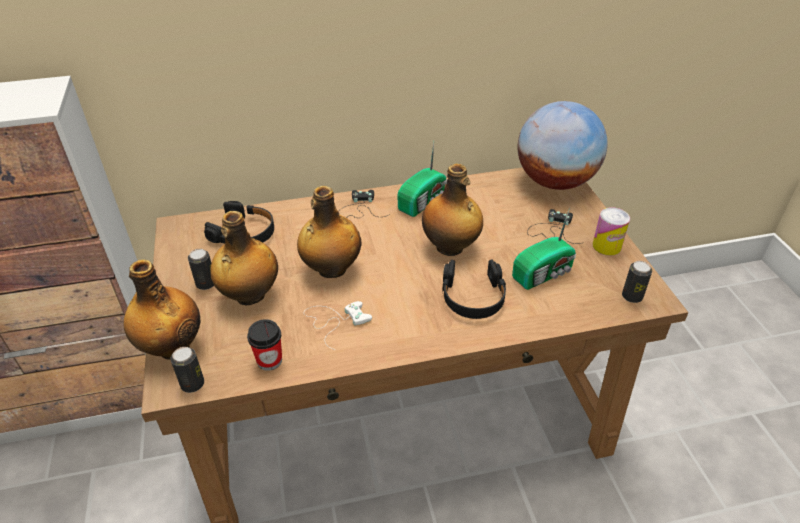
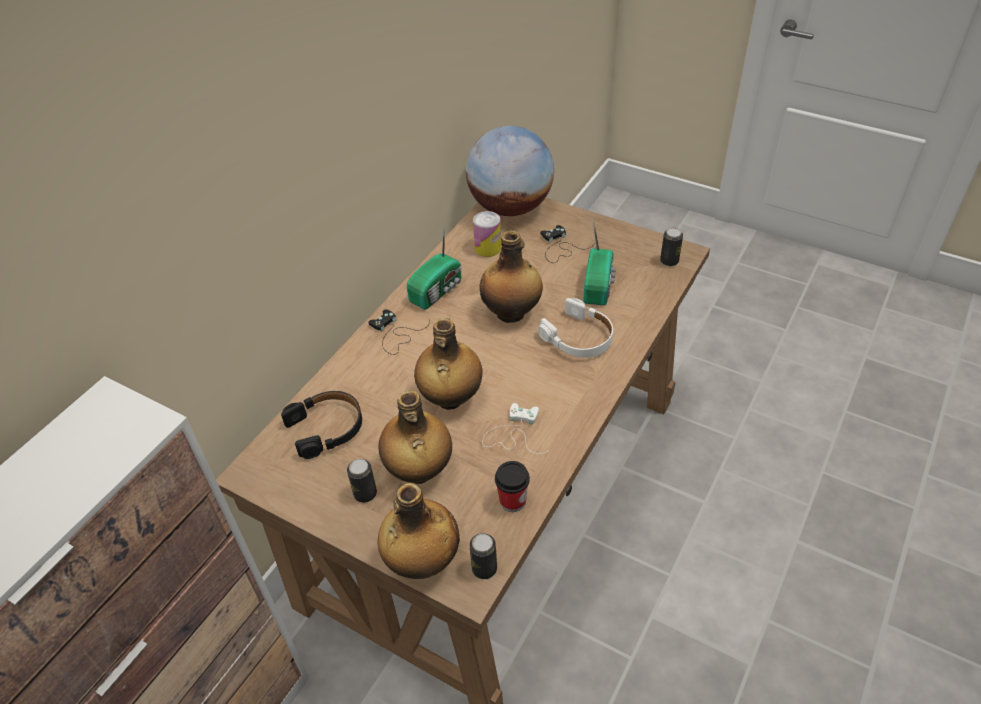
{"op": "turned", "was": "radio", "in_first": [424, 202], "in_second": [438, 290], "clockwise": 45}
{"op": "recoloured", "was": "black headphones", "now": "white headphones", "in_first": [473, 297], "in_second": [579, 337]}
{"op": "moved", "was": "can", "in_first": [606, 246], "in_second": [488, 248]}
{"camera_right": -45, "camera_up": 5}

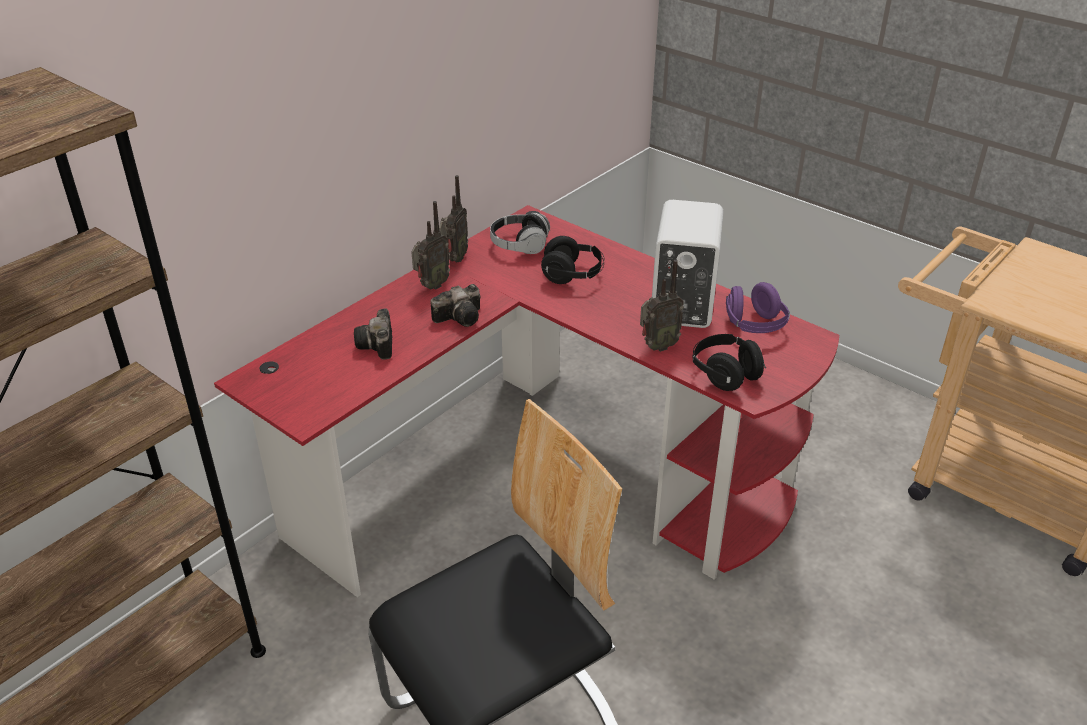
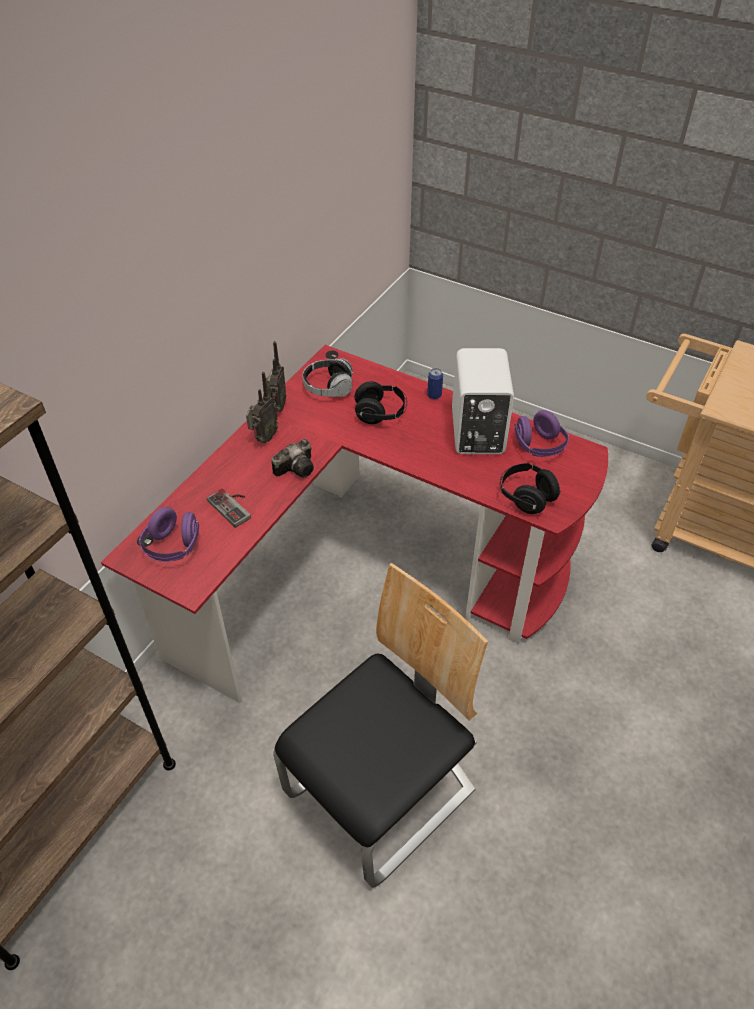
{"op": "replaced", "was": "photo camera", "now": "game controller", "in_first": [378, 346], "in_second": [233, 506]}
{"op": "removed", "was": "radio", "in_first": [657, 346]}
{"op": "added", "now": "purple headphones", "in_second": [173, 547]}
{"op": "added", "now": "can", "in_second": [434, 395]}
{"camera_right": -10, "camera_up": 10}

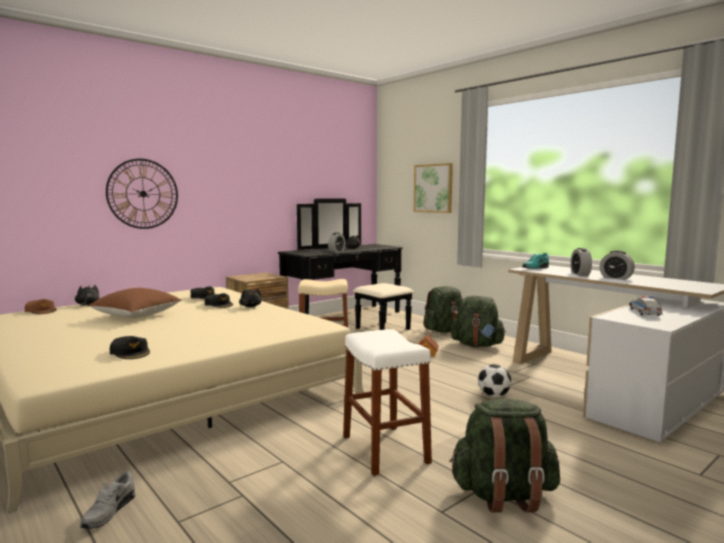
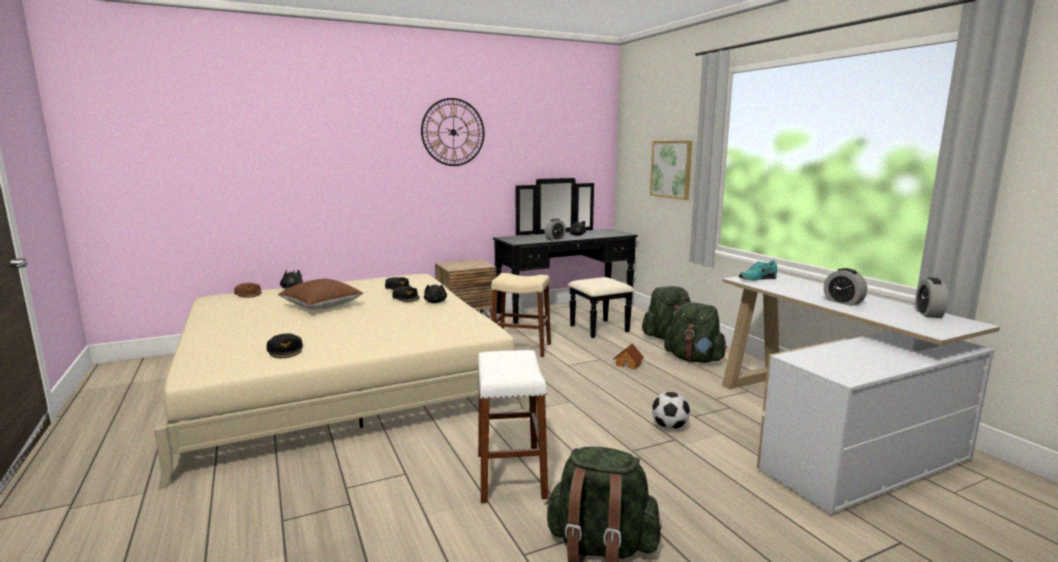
{"op": "removed", "was": "grey shoe", "in_first": [108, 512]}
{"op": "moved", "was": "wall clock", "in_first": [143, 194], "in_second": [453, 132]}
{"op": "moved", "was": "alarm clock", "in_first": [580, 274], "in_second": [928, 314]}
{"op": "removed", "was": "toy car", "in_first": [644, 312]}
{"camera_right": 15, "camera_up": 5}

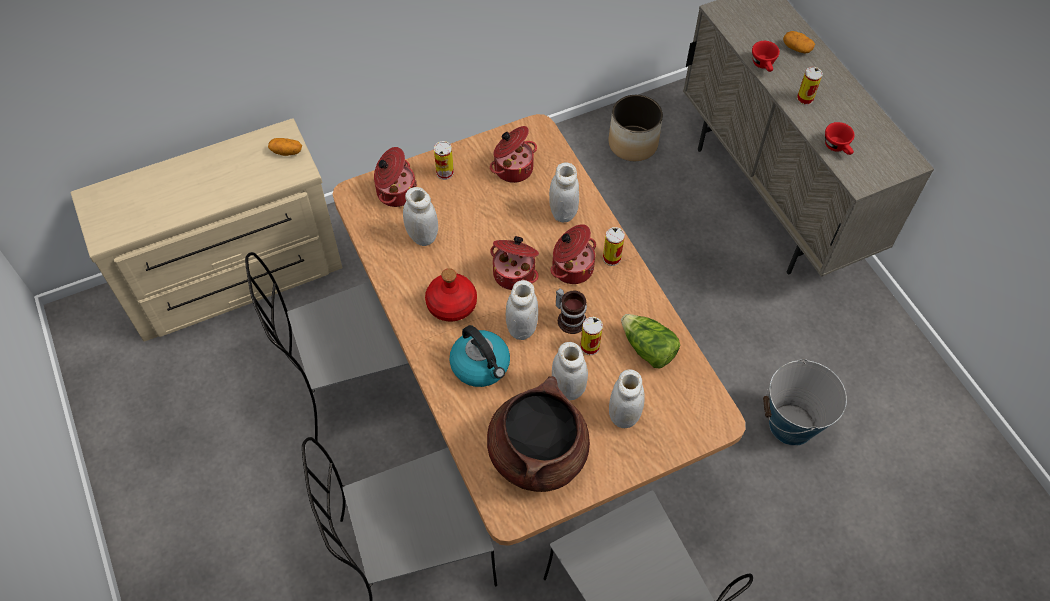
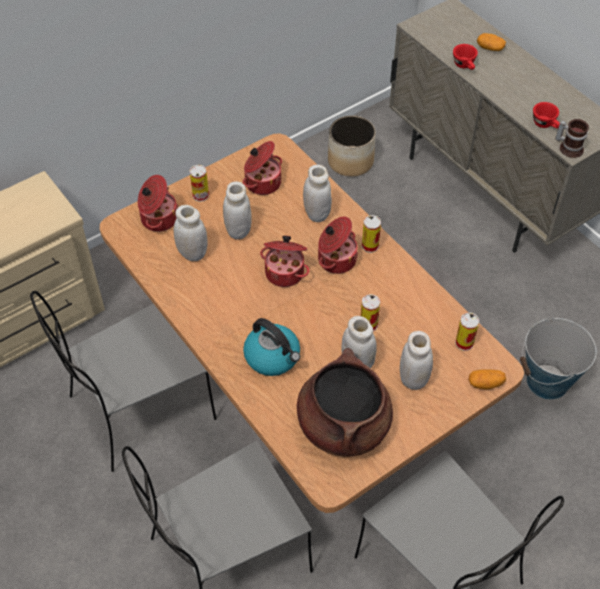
{"op": "moved", "was": "potato", "in_first": [286, 151], "in_second": [485, 383]}
{"op": "removed", "was": "red bottle", "in_first": [452, 304]}
{"op": "moved", "was": "white jar", "in_first": [521, 328], "in_second": [238, 231]}
{"op": "moved", "was": "mug", "in_first": [570, 318], "in_second": [569, 147]}
{"op": "removed", "was": "lettuce", "in_first": [647, 349]}
{"op": "moved", "was": "can", "in_first": [805, 99], "in_second": [464, 343]}
{"camera_right": -10, "camera_up": -5}

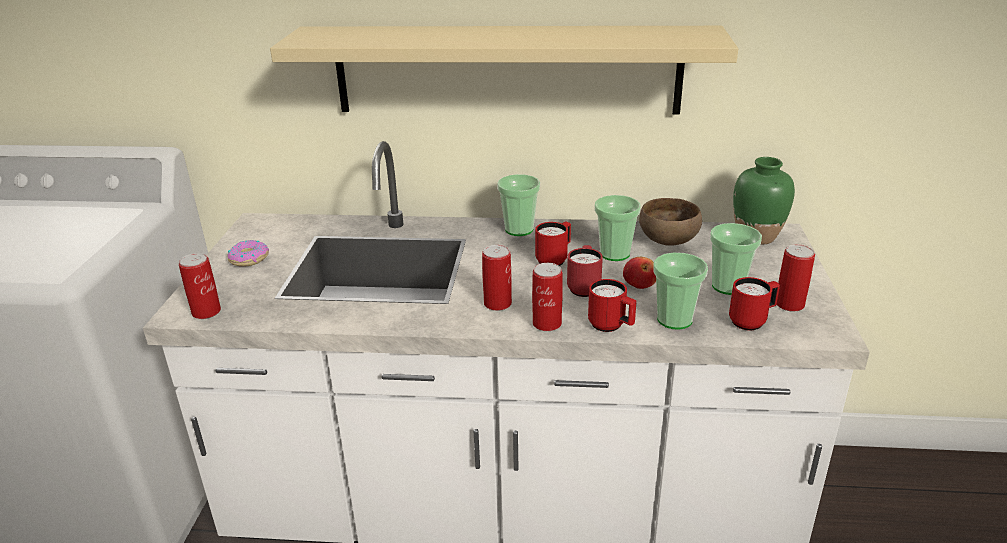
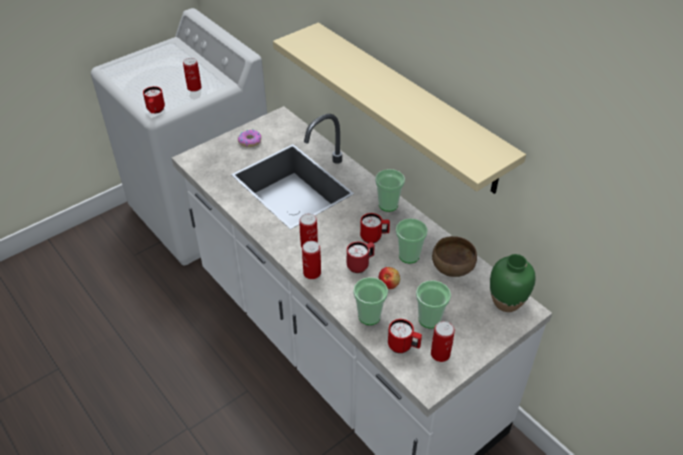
{"op": "moved", "was": "can", "in_first": [206, 312], "in_second": [194, 88]}
{"op": "moved", "was": "red mug", "in_first": [611, 326], "in_second": [155, 111]}
{"camera_right": 45, "camera_up": 15}

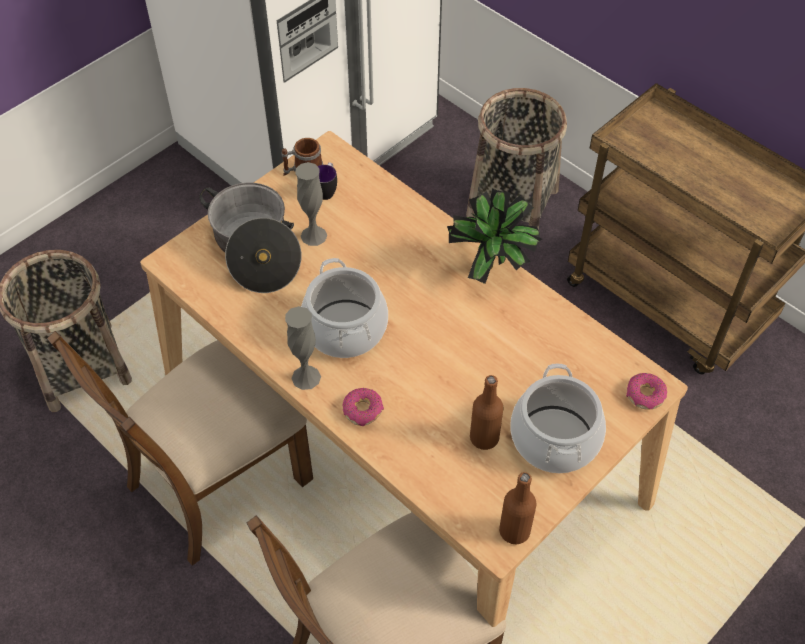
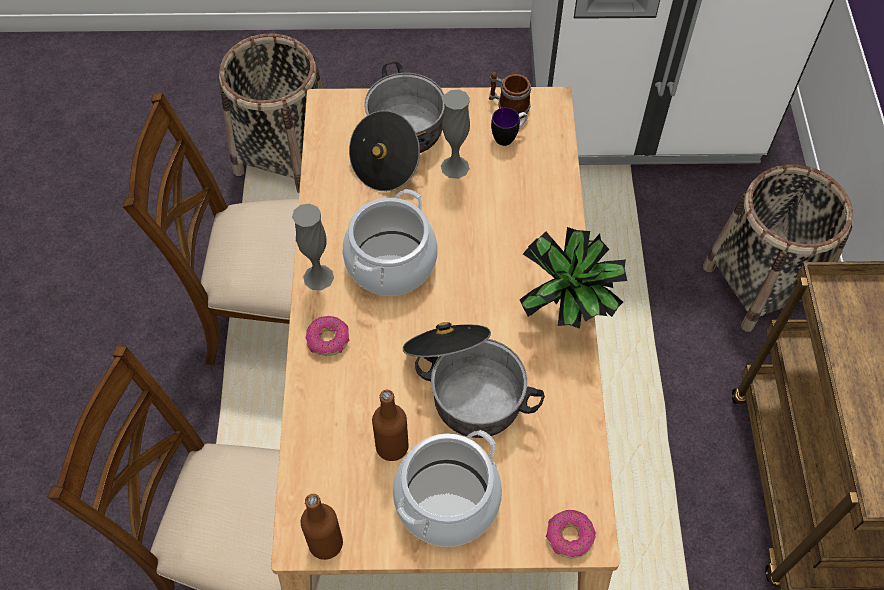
{"op": "added", "now": "cooking pot", "in_second": [466, 384]}
{"camera_right": 45, "camera_up": 5}

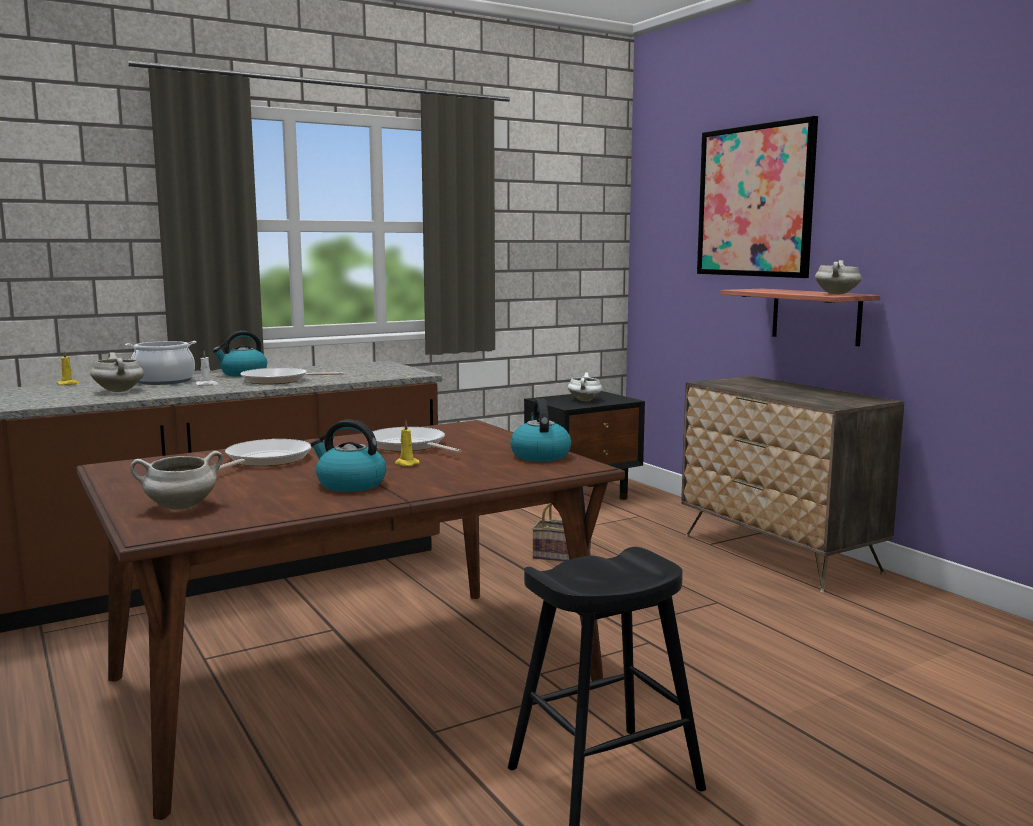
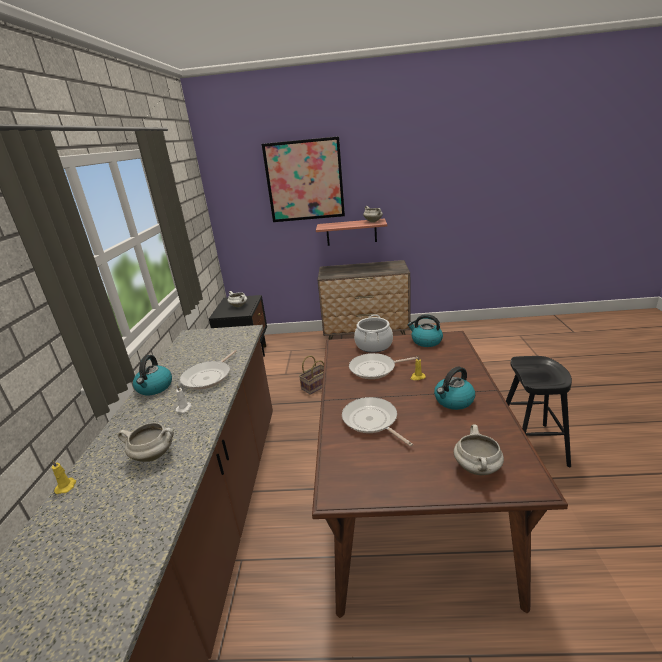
{"op": "moved", "was": "cooking pot", "in_first": [164, 381], "in_second": [374, 345]}
{"camera_right": -55, "camera_up": 15}

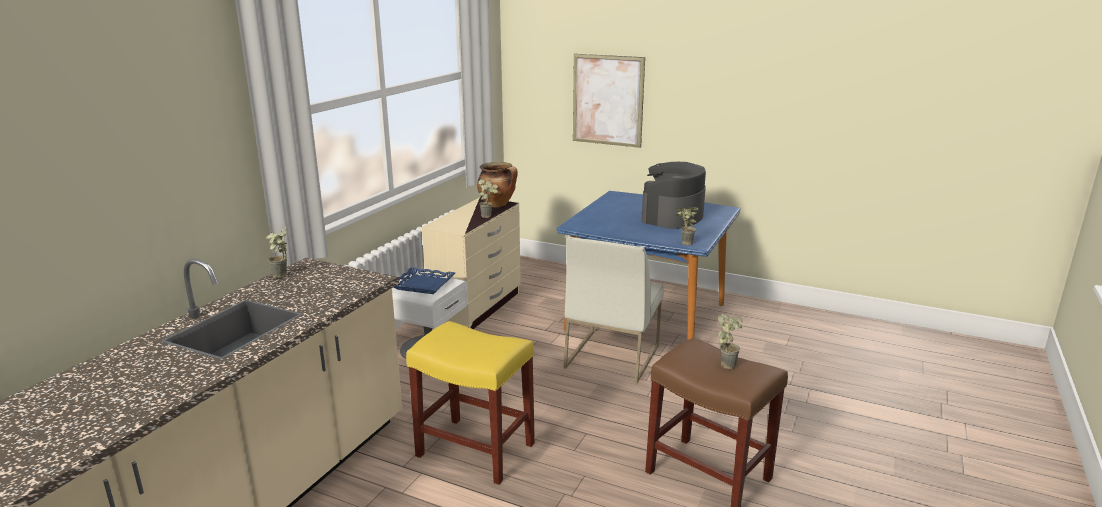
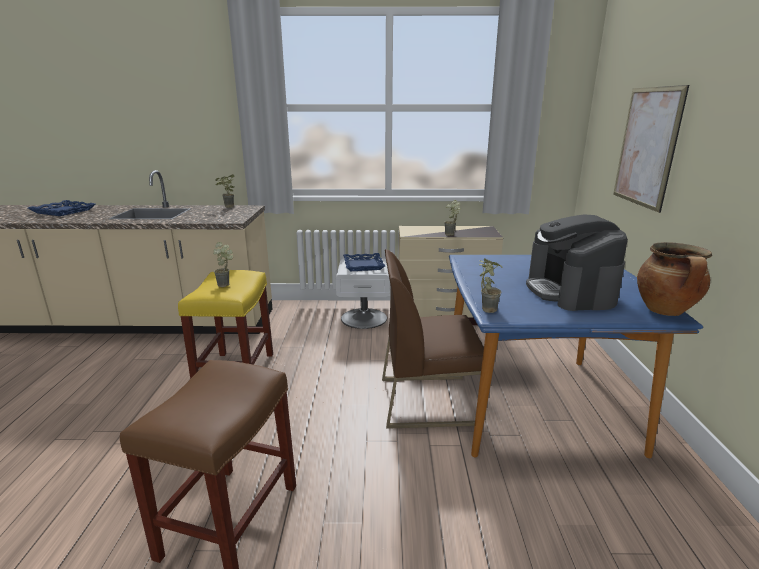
{"op": "moved", "was": "cooking pot", "in_first": [498, 205], "in_second": [666, 311]}
{"op": "recoloured", "was": "white chair", "now": "brown chair", "in_first": [612, 355], "in_second": [428, 400]}
{"op": "turned", "was": "coffee machine", "in_first": [672, 217], "in_second": [570, 291], "clockwise": -105}
{"op": "moved", "was": "potted plant", "in_first": [727, 363], "in_second": [227, 285]}
{"op": "added", "now": "blue tray", "in_second": [64, 211]}
{"camera_right": 65, "camera_up": 0}

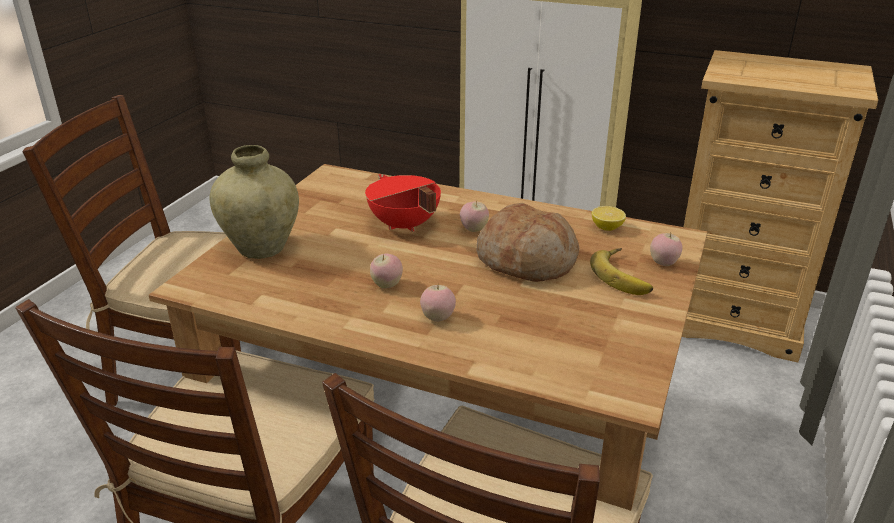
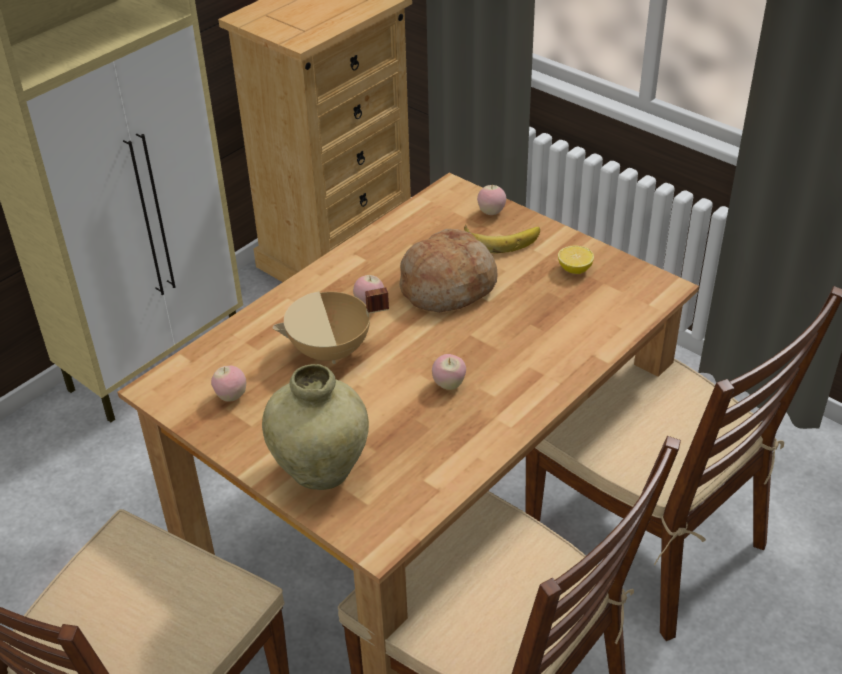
{"op": "recoloured", "was": "red cooking pot", "now": "beige cooking pot", "in_first": [403, 225], "in_second": [331, 351]}
{"op": "moved", "was": "apple", "in_first": [438, 318], "in_second": [231, 396]}
{"op": "moved", "was": "lemon", "in_first": [607, 227], "in_second": [574, 269]}
{"camera_right": -70, "camera_up": 10}

